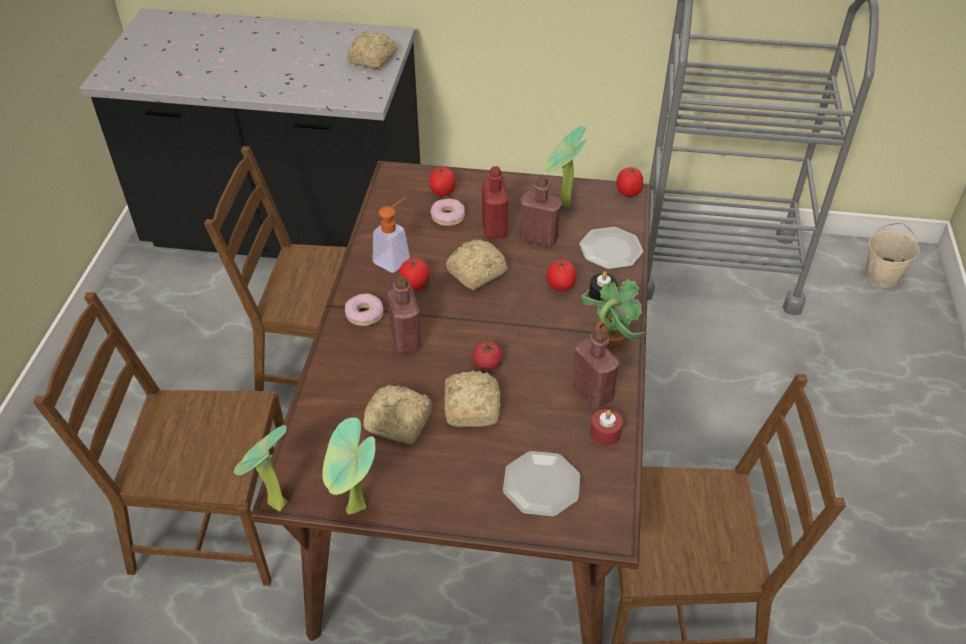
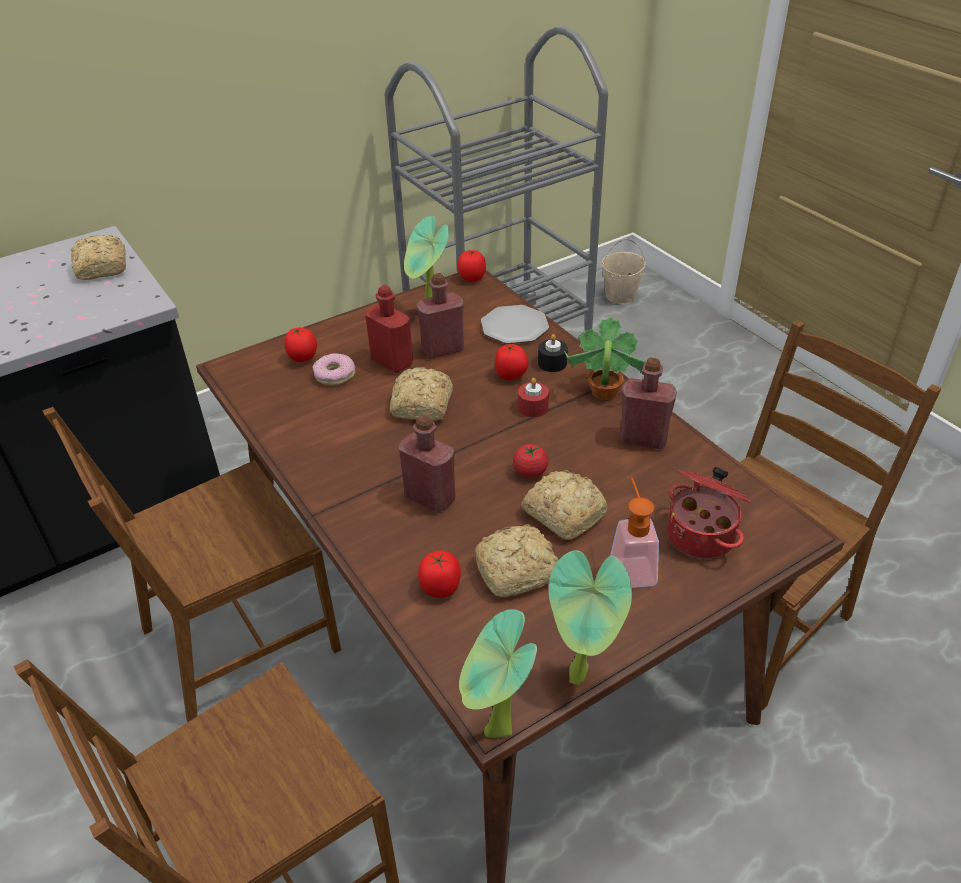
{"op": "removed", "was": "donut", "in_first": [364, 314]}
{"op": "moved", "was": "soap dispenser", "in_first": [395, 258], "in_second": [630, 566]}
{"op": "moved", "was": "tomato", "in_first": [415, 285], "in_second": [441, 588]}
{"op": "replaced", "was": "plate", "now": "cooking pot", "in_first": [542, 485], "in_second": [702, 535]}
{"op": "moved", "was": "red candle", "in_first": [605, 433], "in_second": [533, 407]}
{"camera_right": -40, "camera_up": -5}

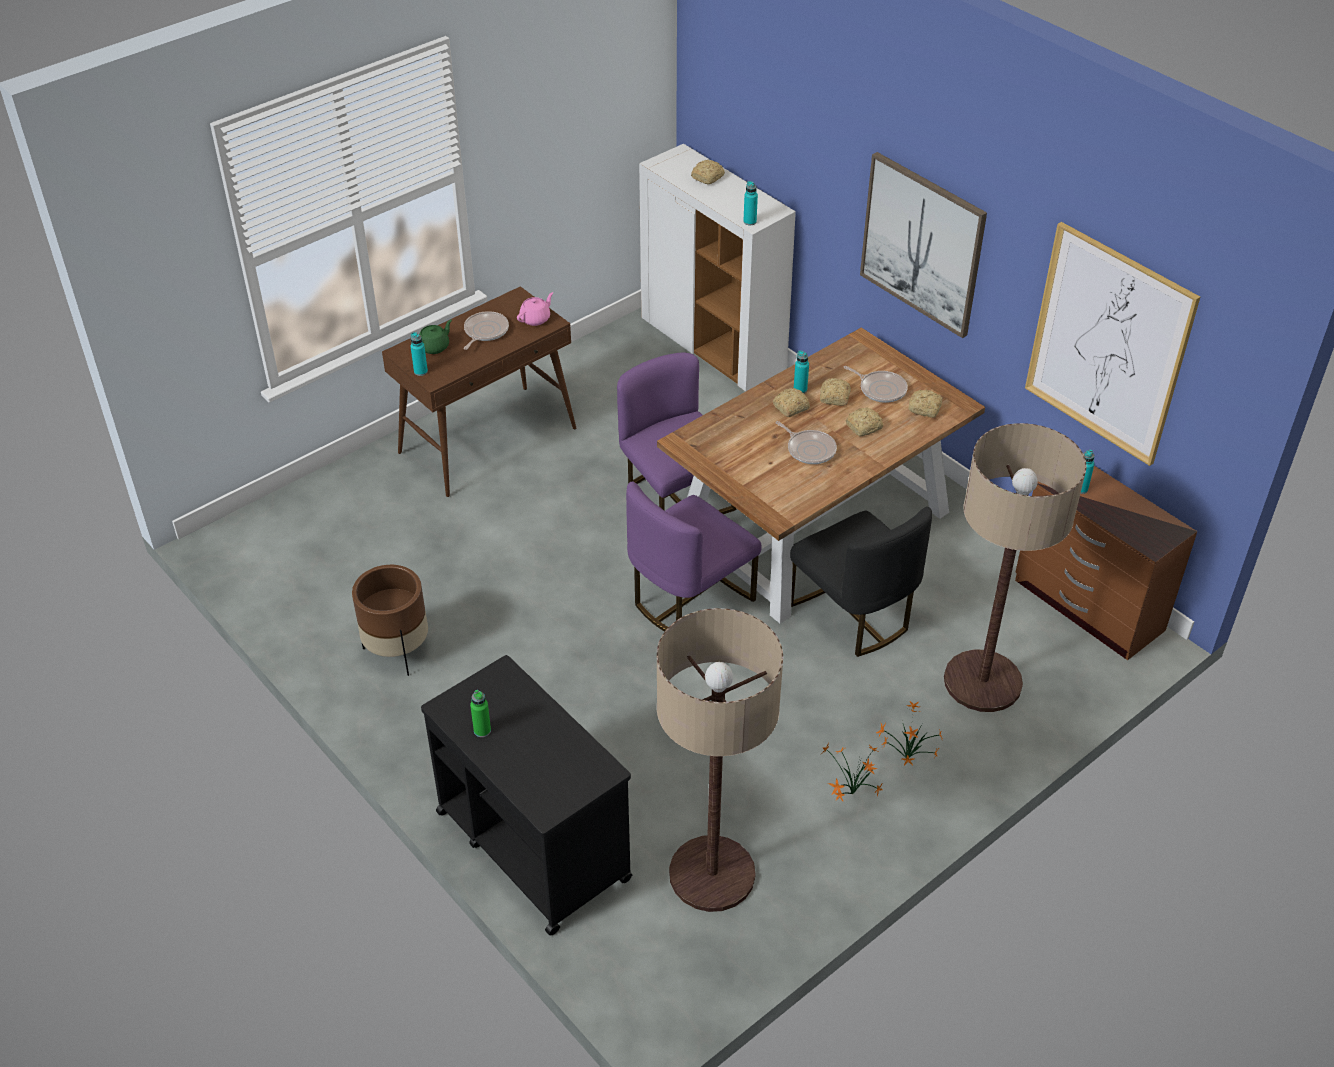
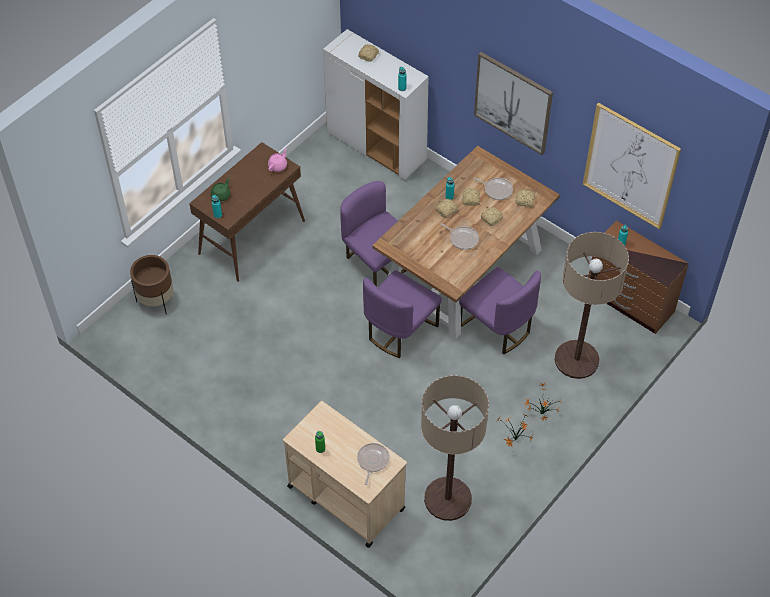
{"op": "moved", "was": "brown planter", "in_first": [397, 651], "in_second": [156, 300]}
{"op": "recoloured", "was": "black cart", "now": "beige cart", "in_first": [532, 844], "in_second": [345, 497]}
{"op": "moved", "was": "frying pan", "in_first": [485, 331], "in_second": [372, 461]}
{"op": "recoloured", "was": "black chair", "now": "purple chair", "in_first": [853, 615], "in_second": [496, 327]}
{"camera_right": -10, "camera_up": 10}

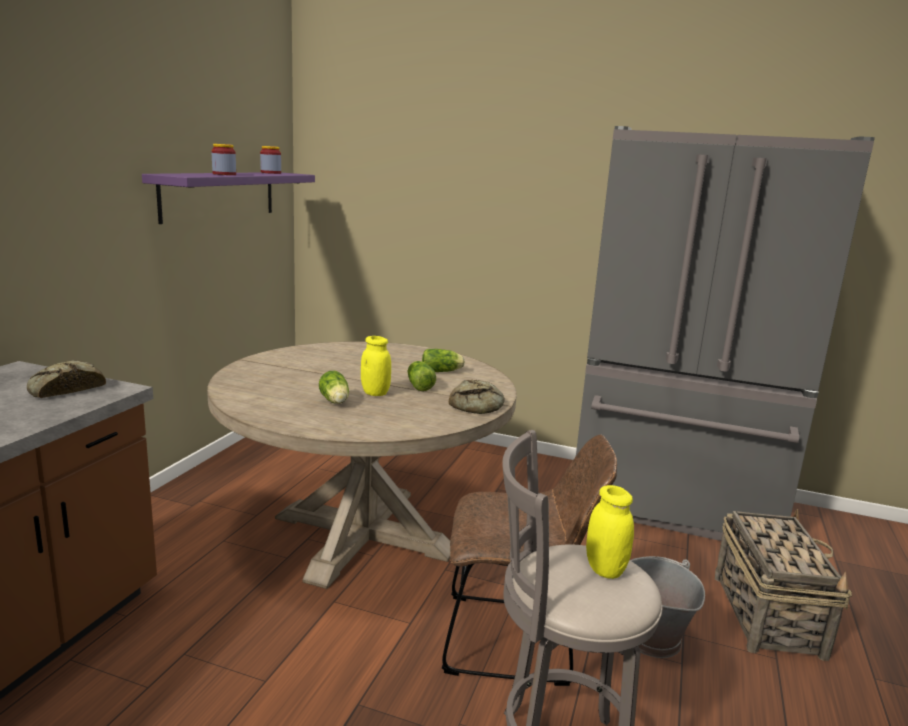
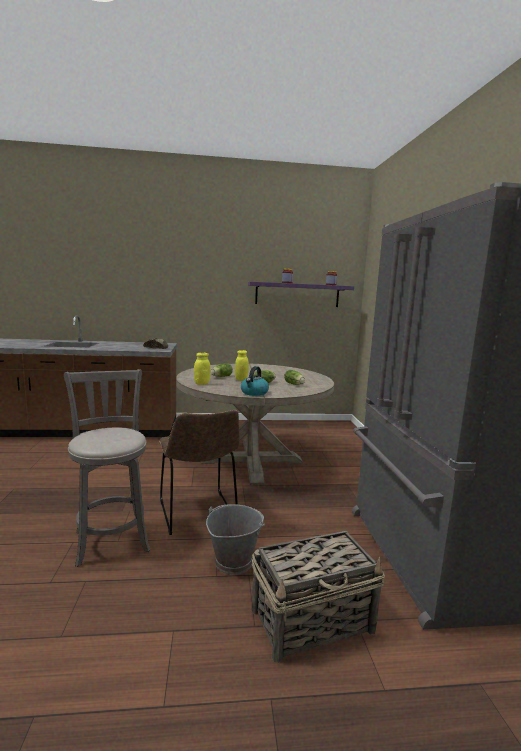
{"op": "replaced", "was": "bread", "now": "kettle", "in_first": [478, 405], "in_second": [254, 393]}
{"op": "moved", "was": "yellow jar", "in_first": [605, 569], "in_second": [201, 384]}
{"camera_right": 65, "camera_up": -5}

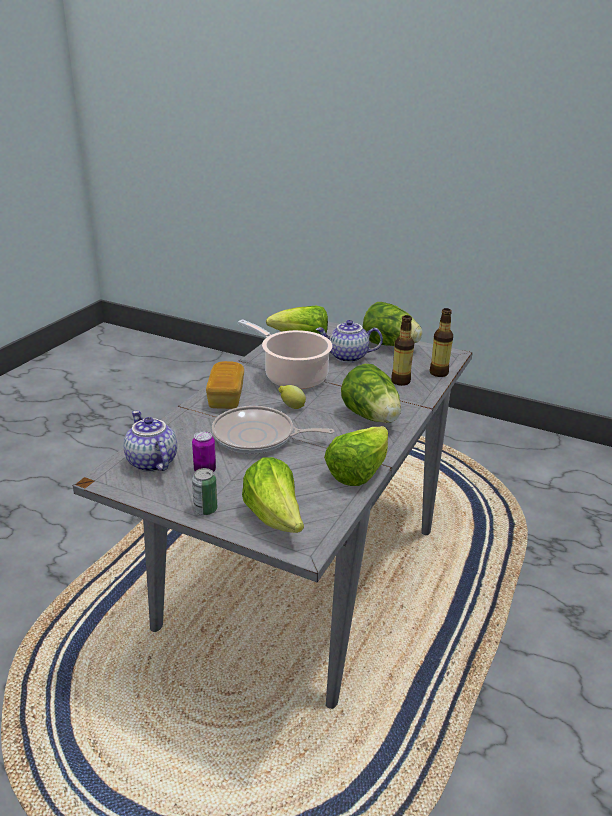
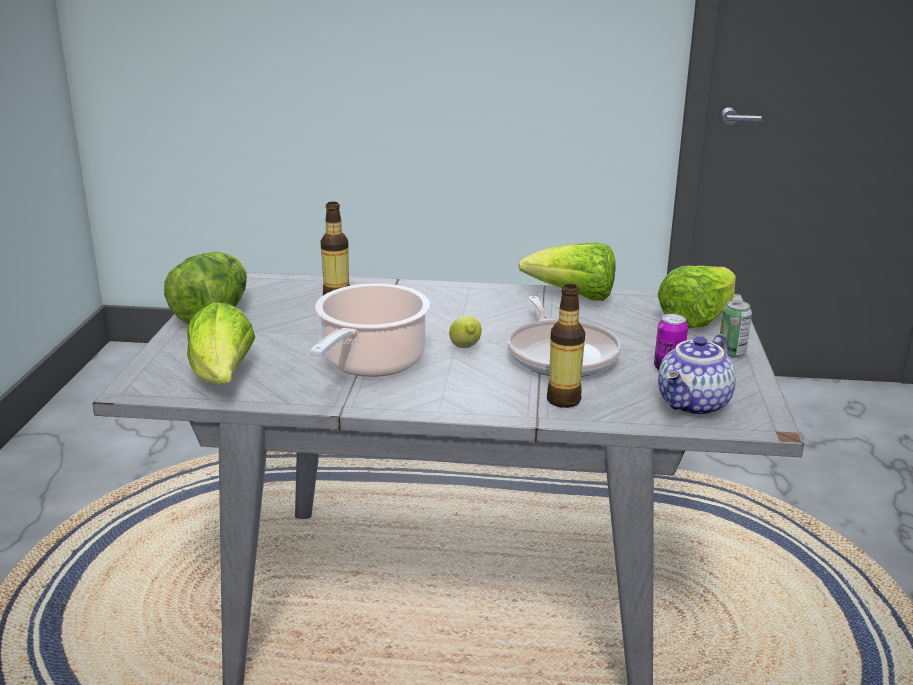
{"op": "removed", "was": "bread", "in_first": [226, 397]}
{"op": "removed", "was": "teapot", "in_first": [347, 357]}
{"op": "removed", "was": "lettuce", "in_first": [371, 417]}
{"op": "moved", "was": "bottle", "in_first": [438, 373], "in_second": [563, 400]}
{"camera_right": -110, "camera_up": -5}

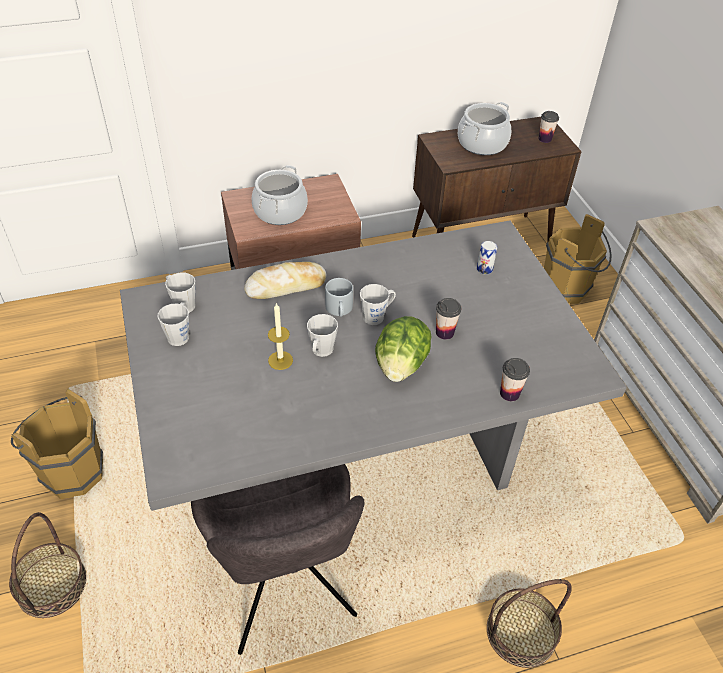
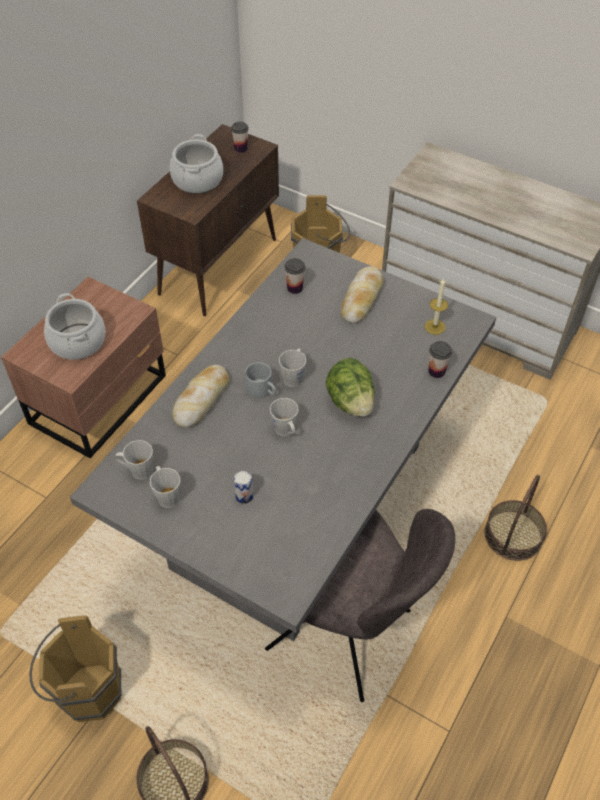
{"op": "moved", "was": "candle", "in_first": [280, 360], "in_second": [435, 327]}
{"op": "moved", "was": "cup", "in_first": [444, 332], "in_second": [295, 288]}
{"op": "moved", "was": "can", "in_first": [484, 269], "in_second": [244, 496]}
{"op": "added", "now": "bread", "in_second": [361, 299]}
{"camera_right": -40, "camera_up": 5}

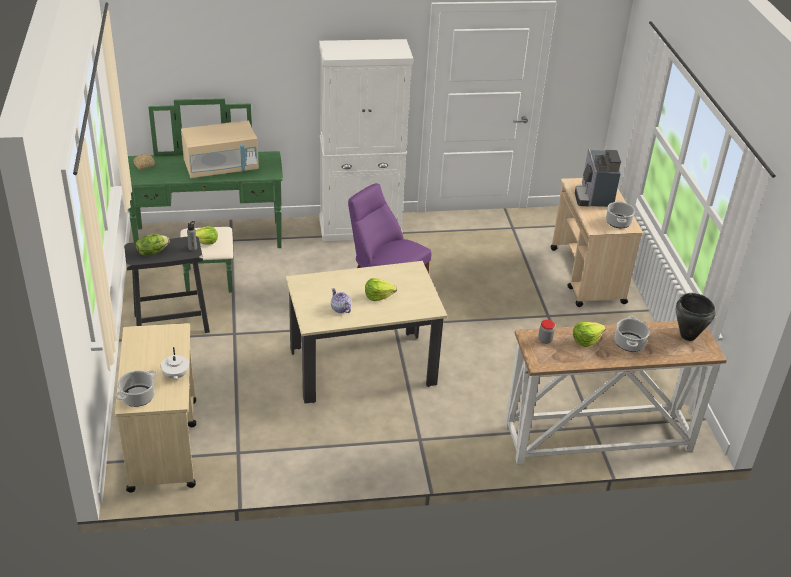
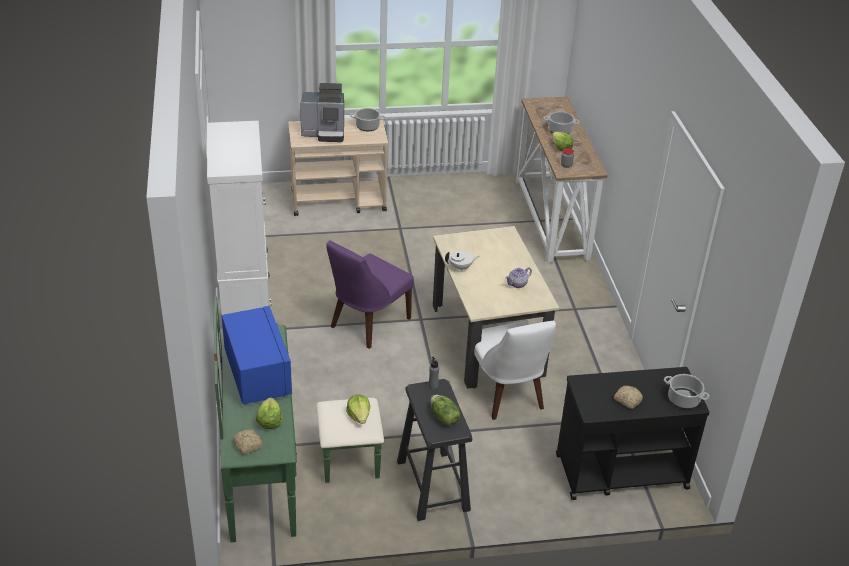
{"op": "recoloured", "was": "beige cart", "now": "black cart", "in_first": [163, 443], "in_second": [620, 471]}
{"op": "moved", "was": "white teapot", "in_first": [175, 375], "in_second": [461, 267]}
{"op": "recoloured", "was": "beige microwave", "now": "blue microwave", "in_first": [221, 167], "in_second": [258, 374]}
{"op": "moved", "was": "lettuce", "in_first": [378, 296], "in_second": [269, 421]}
{"op": "removed", "was": "black cooking pot", "in_first": [688, 336]}
{"op": "added", "now": "white chair", "in_second": [507, 394]}
{"op": "added", "now": "bread", "in_second": [627, 400]}
{"camera_right": -90, "camera_up": 0}

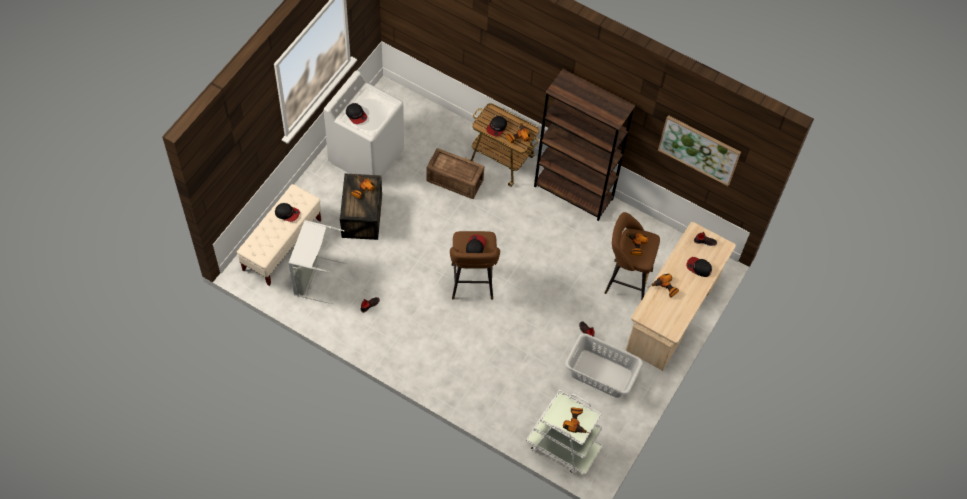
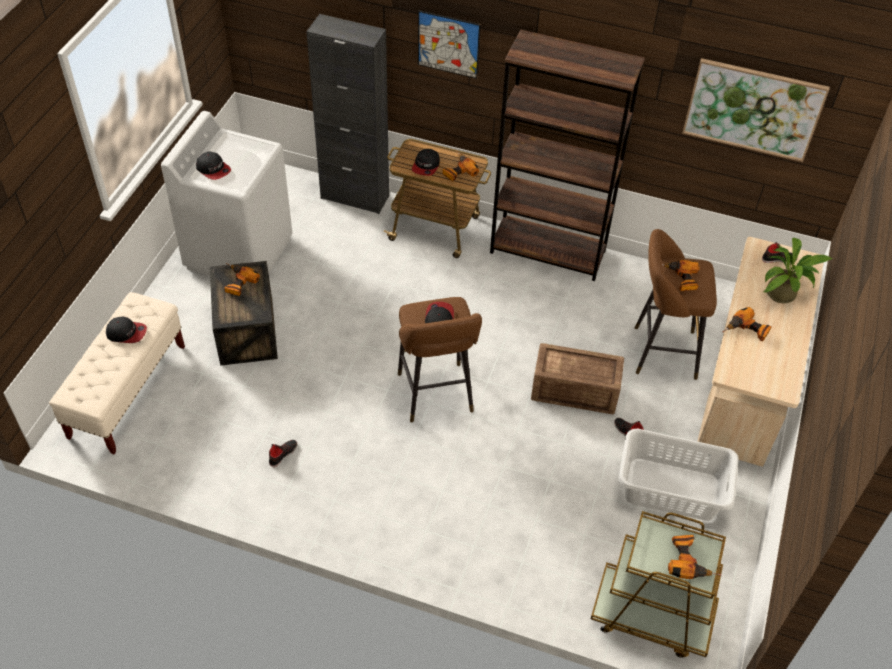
{"op": "removed", "was": "grey laundry basket", "in_first": [314, 277]}
{"op": "moved", "was": "crate", "in_first": [455, 181], "in_second": [575, 392]}
{"op": "recoloured", "was": "white cart", "now": "brown cart", "in_first": [563, 446], "in_second": [651, 616]}
{"op": "replaced", "was": "cap", "now": "potted plant", "in_first": [698, 267], "in_second": [784, 294]}
{"op": "added", "now": "black cabinet", "in_second": [355, 197]}
{"op": "added", "now": "picture", "in_second": [448, 44]}
{"camera_right": -10, "camera_up": -10}

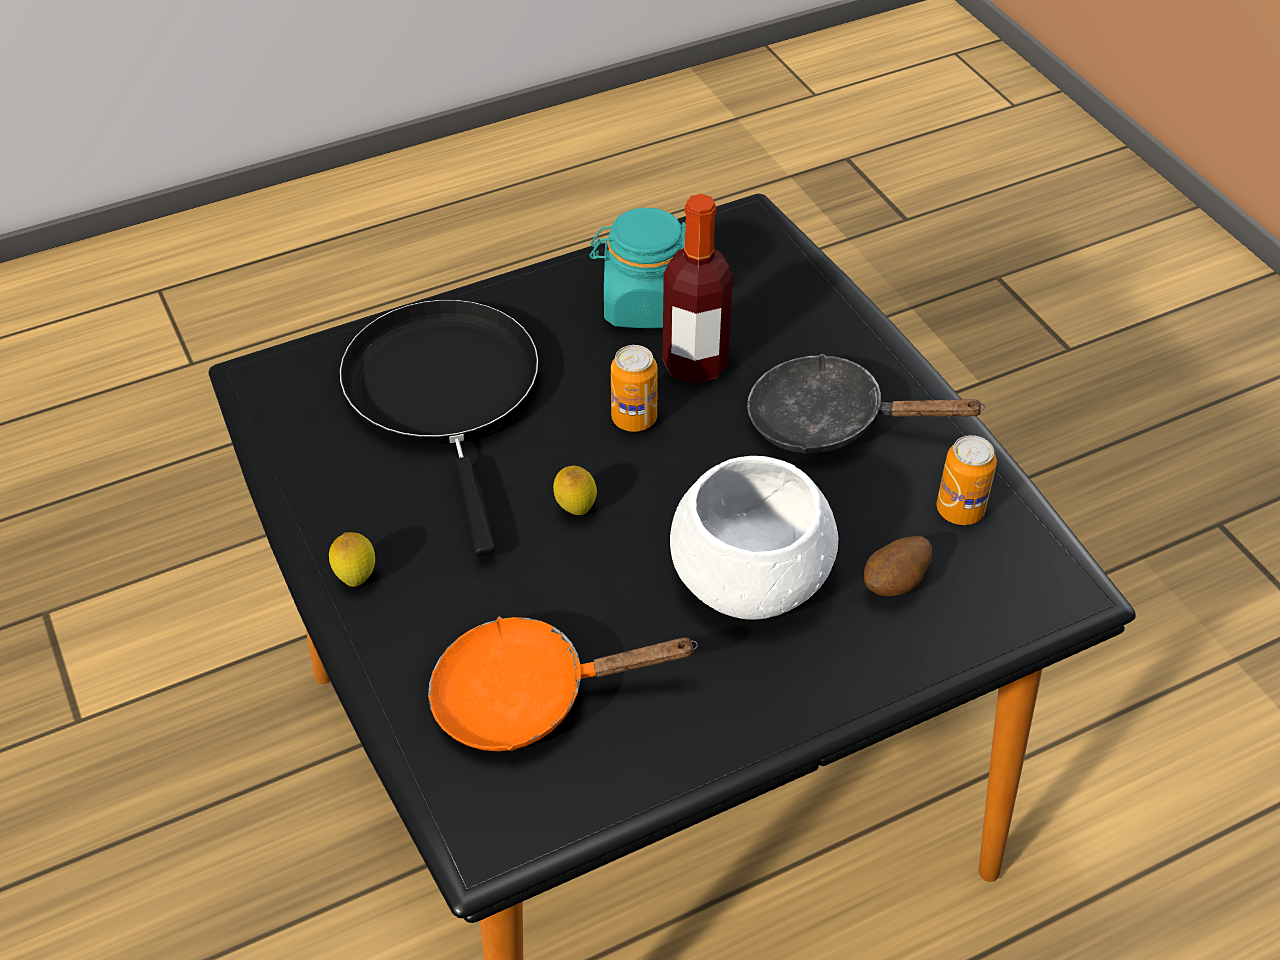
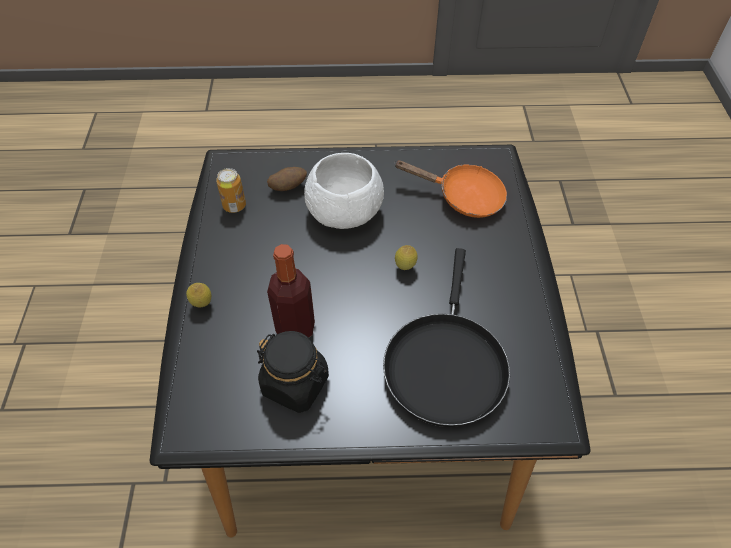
{"op": "moved", "was": "lemon", "in_first": [356, 578], "in_second": [202, 304]}
{"op": "recoloured", "was": "turquoise jar", "now": "black jar", "in_first": [645, 305], "in_second": [296, 384]}
{"op": "removed", "was": "can", "in_first": [634, 418]}
{"op": "removed", "was": "black frying pan", "in_first": [829, 422]}
{"camera_right": -155, "camera_up": 5}

